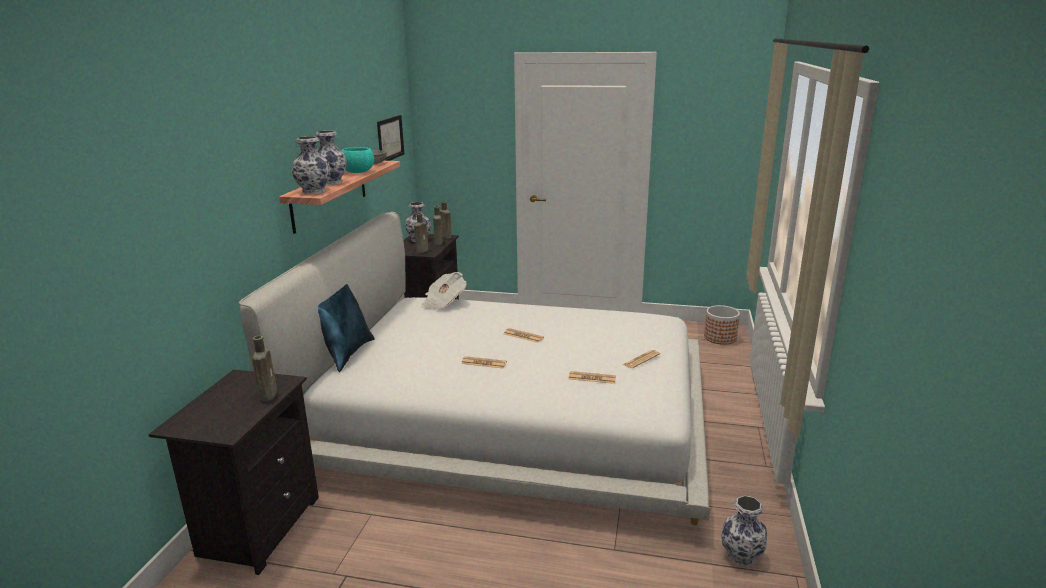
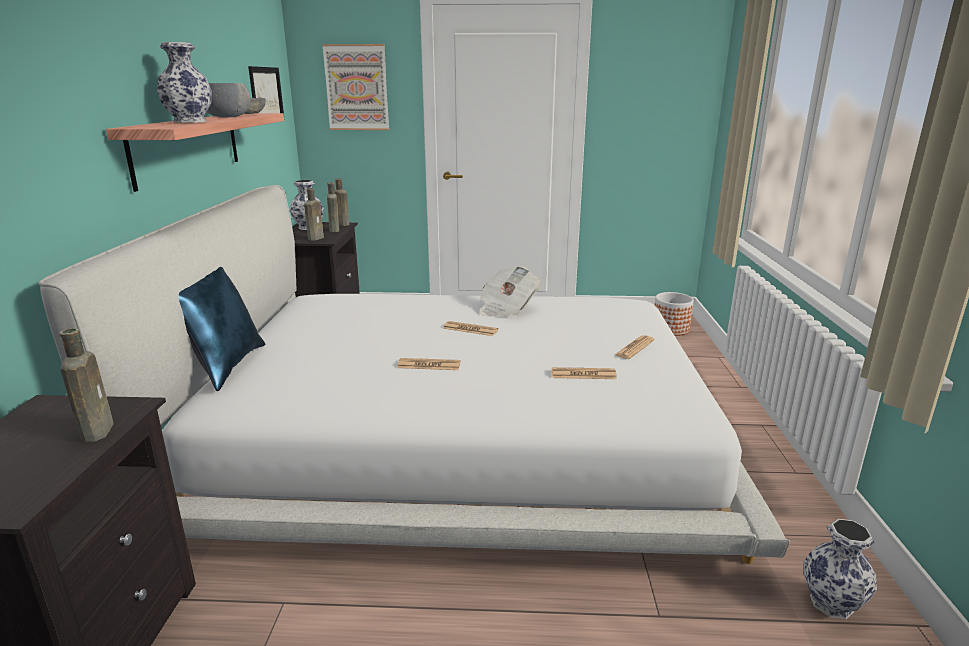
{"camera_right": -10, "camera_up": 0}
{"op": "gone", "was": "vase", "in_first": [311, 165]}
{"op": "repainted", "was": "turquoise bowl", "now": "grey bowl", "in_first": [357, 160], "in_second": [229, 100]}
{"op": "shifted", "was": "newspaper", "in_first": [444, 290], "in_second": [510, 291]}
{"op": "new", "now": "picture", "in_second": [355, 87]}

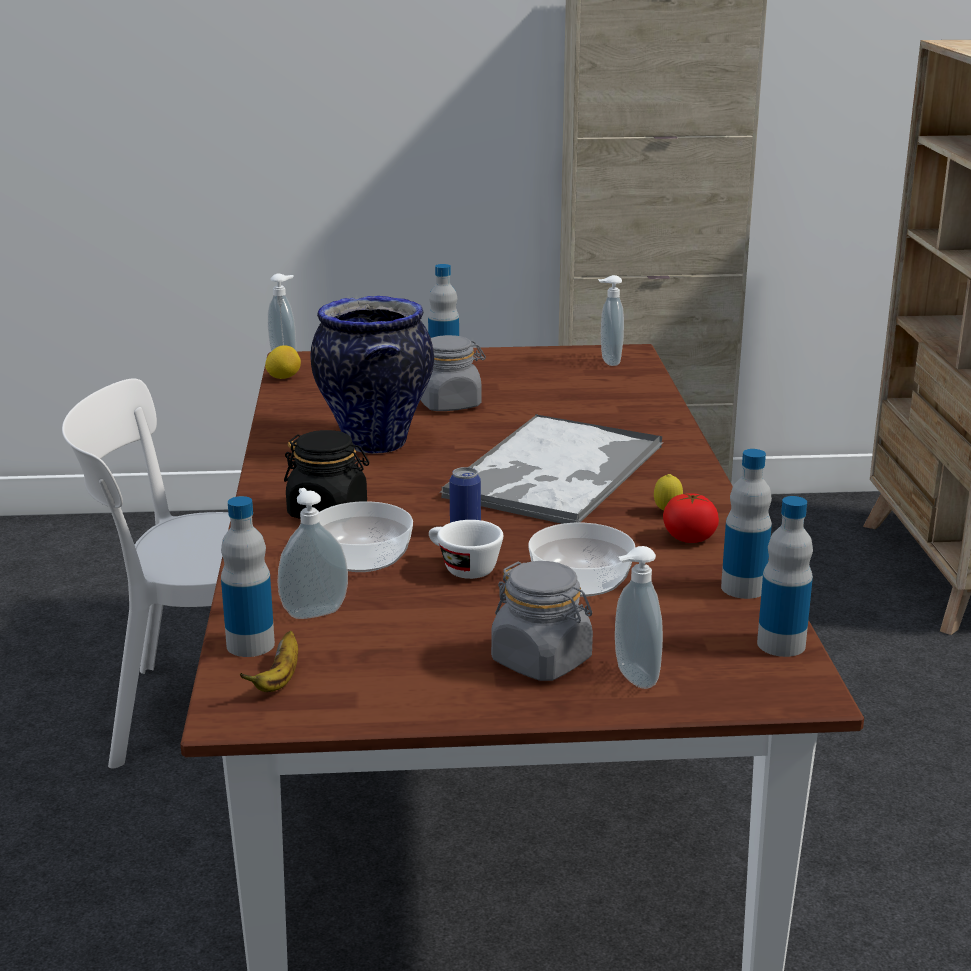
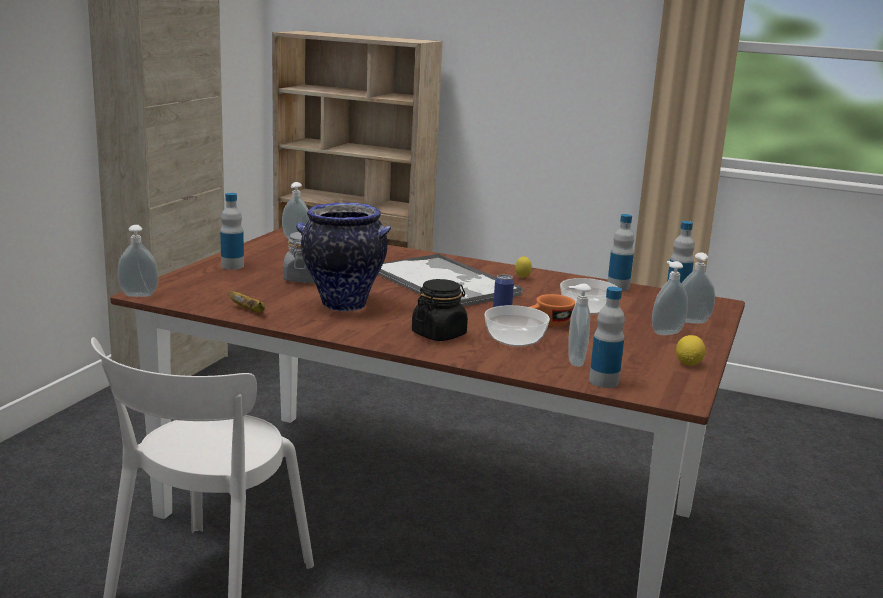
{"camera_right": -65, "camera_up": -5}
{"op": "shifted", "was": "banana", "in_first": [268, 661], "in_second": [246, 302]}
{"op": "shifted", "was": "lemon", "in_first": [283, 362], "in_second": [691, 350]}
{"op": "repainted", "was": "white cup", "now": "orange cup", "in_first": [466, 549], "in_second": [552, 310]}
{"op": "swapped", "was": "grey jar", "now": "soap dispenser", "in_first": [542, 621], "in_second": [670, 298]}
{"op": "gone", "was": "tomato", "in_first": [691, 518]}

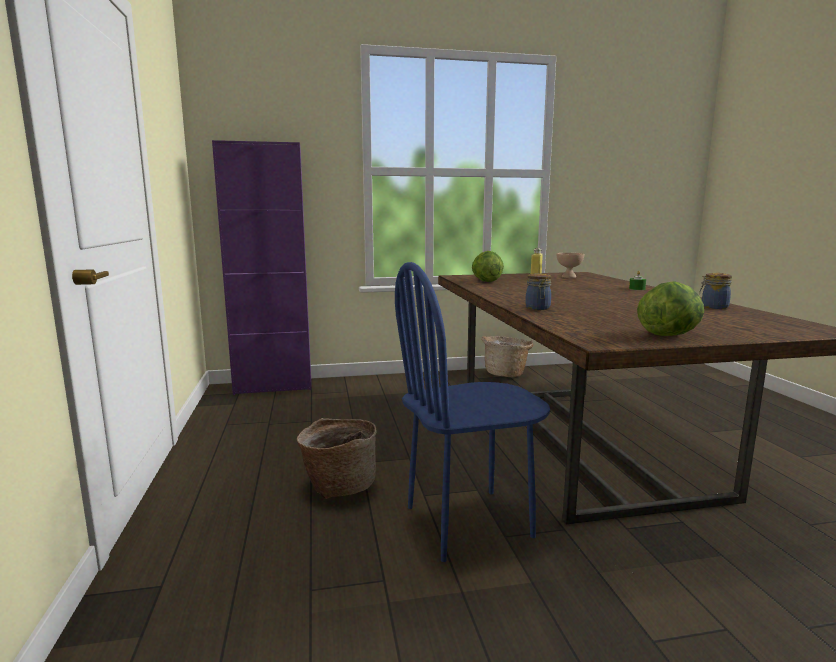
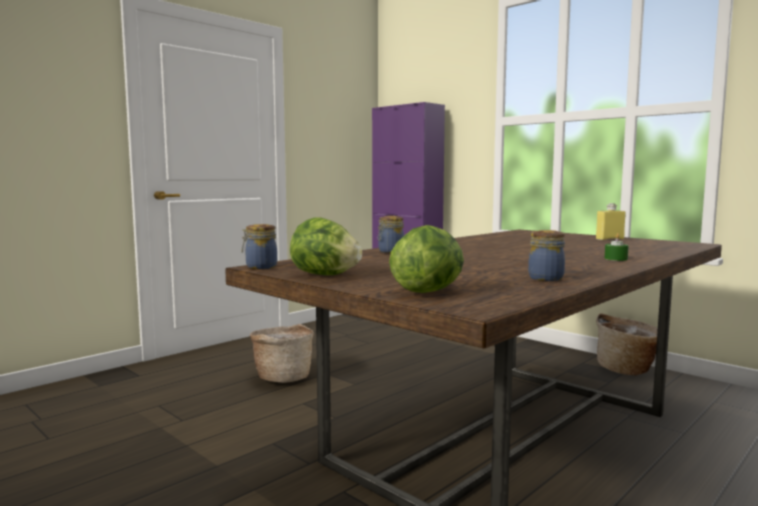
{"camera_right": 55, "camera_up": -5}
{"op": "gone", "was": "blue chair", "in_first": [472, 412]}
{"op": "shifted", "was": "lettuce", "in_first": [488, 266], "in_second": [426, 259]}
{"op": "gone", "was": "beige bowl", "in_first": [571, 265]}
{"op": "new", "now": "jar", "in_second": [259, 246]}

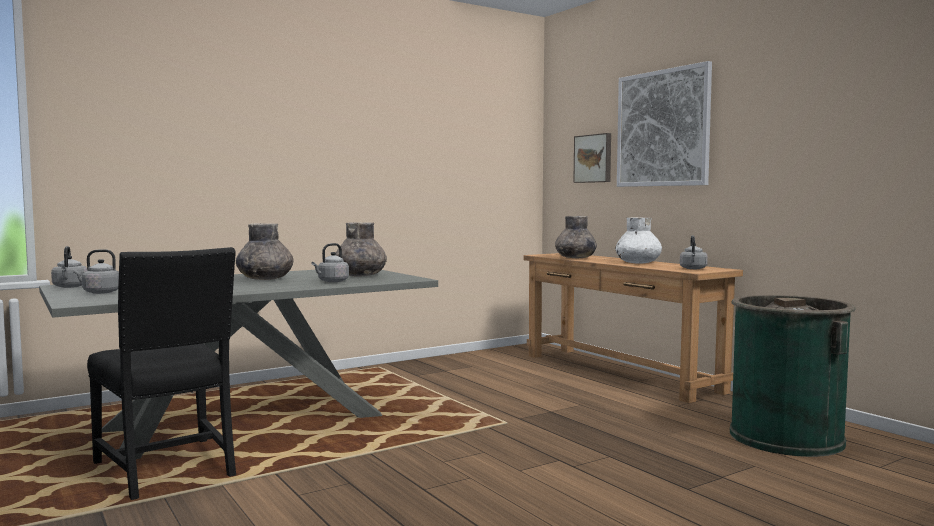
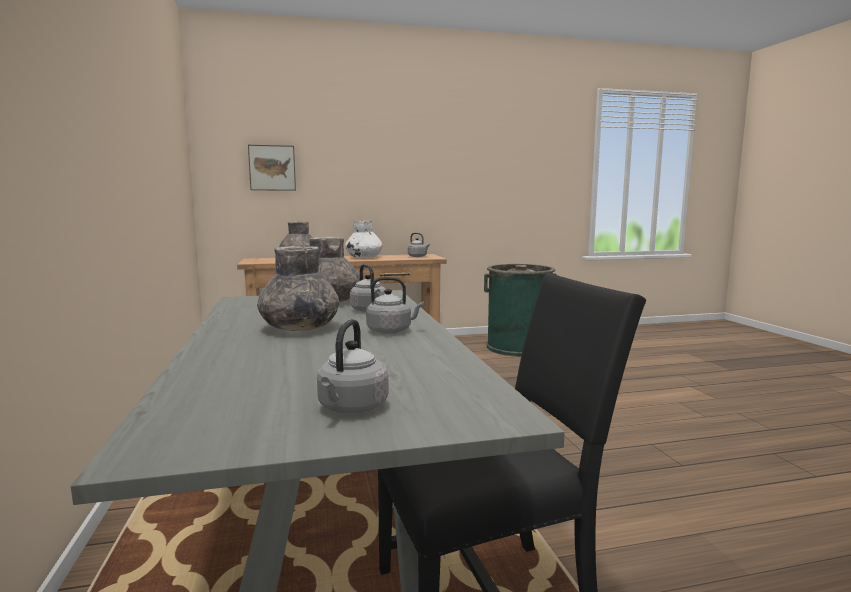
{"camera_right": -70, "camera_up": 5}
{"op": "shifted", "was": "grey kettle", "in_first": [69, 267], "in_second": [395, 305]}
{"op": "gone", "was": "picture", "in_first": [664, 124]}

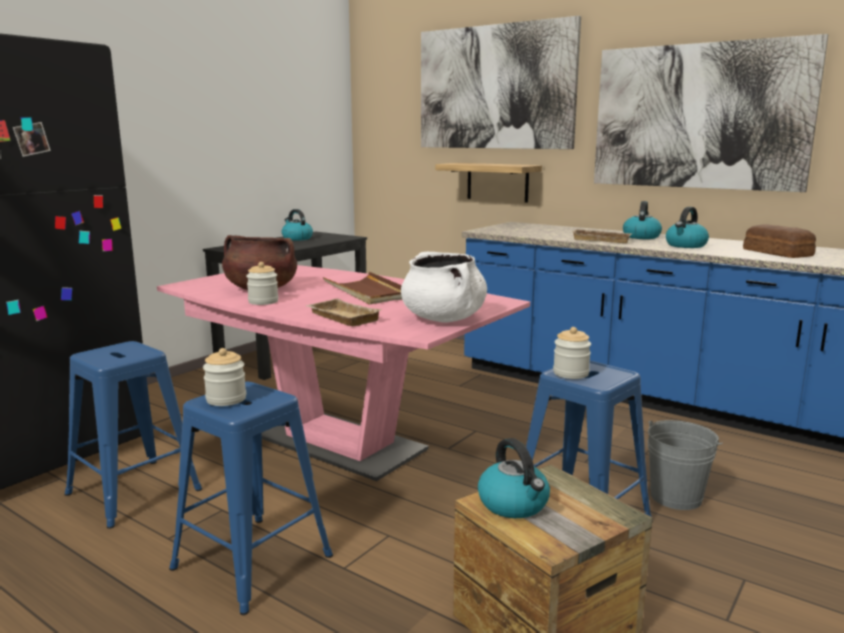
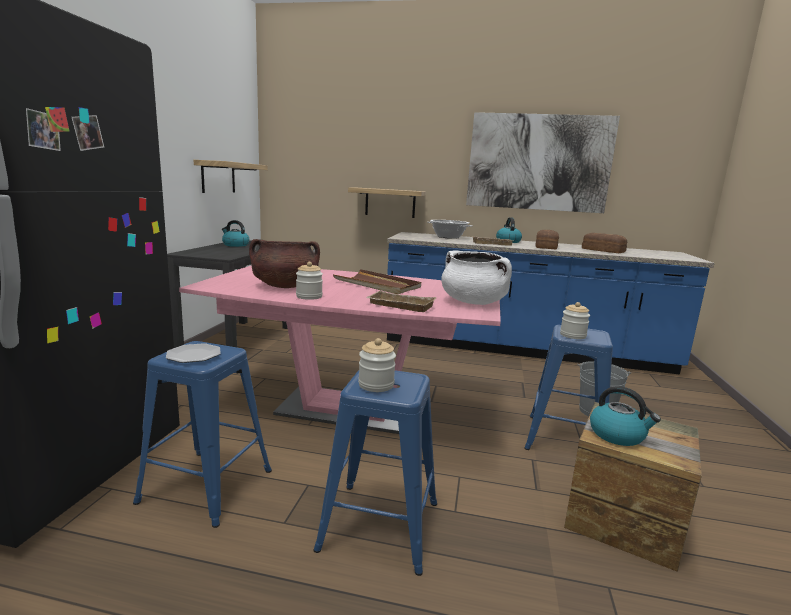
{"camera_right": -25, "camera_up": 0}
{"op": "gone", "was": "picture", "in_first": [501, 82]}
{"op": "swapped", "was": "kettle", "now": "bread", "in_first": [687, 227], "in_second": [547, 239]}
{"op": "new", "now": "plate", "in_second": [193, 353]}
{"op": "new", "now": "shelf", "in_second": [231, 176]}
{"op": "new", "now": "cooking pot", "in_second": [450, 229]}

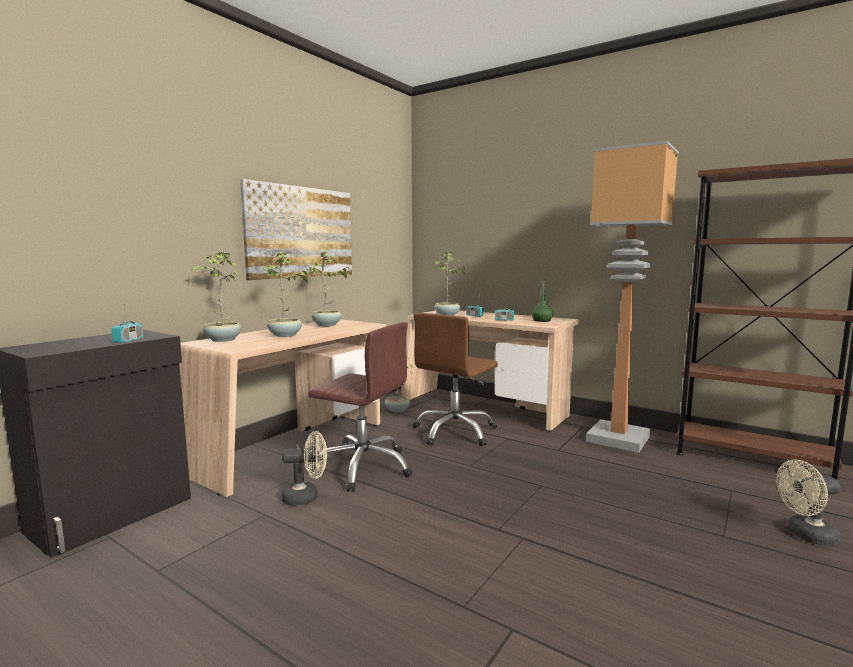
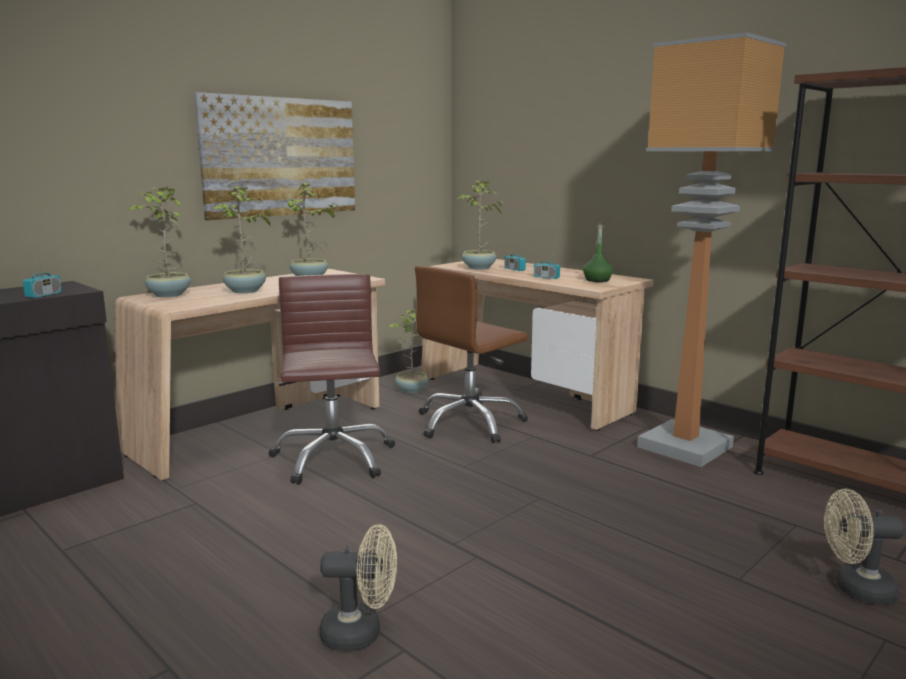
{"camera_right": 10, "camera_up": 5}
{"op": "shifted", "was": "beige fan", "in_first": [304, 468], "in_second": [358, 587]}
{"op": "rotated", "was": "brown office chair", "in_first": [360, 407], "in_second": [332, 379], "clockwise": -135}

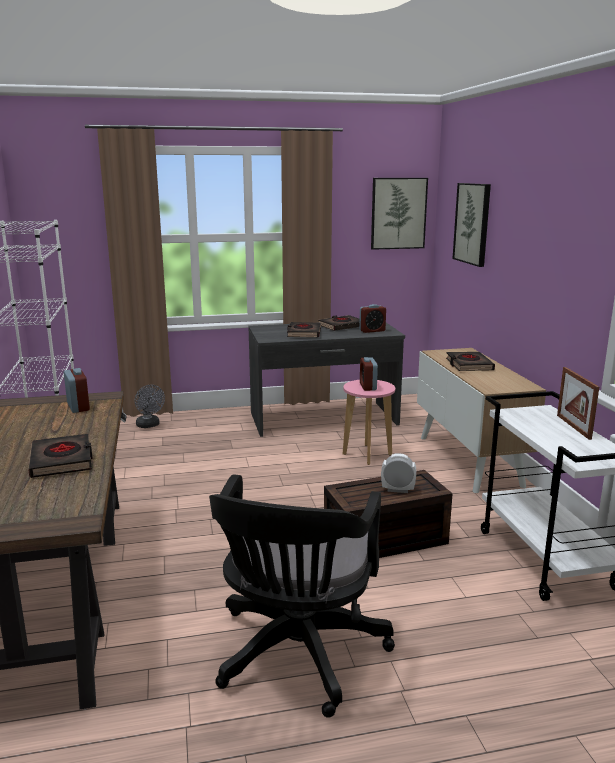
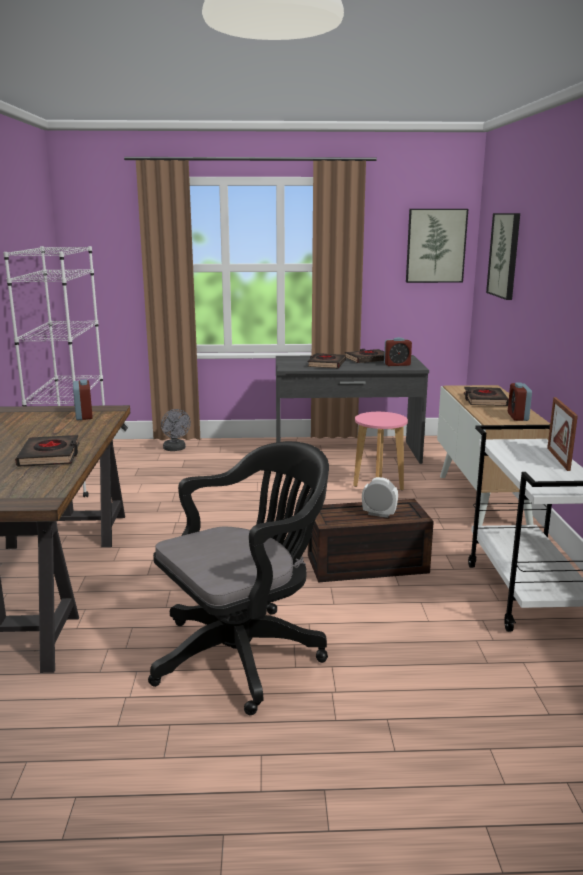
{"camera_right": 10, "camera_up": 0}
{"op": "rotated", "was": "black office chair", "in_first": [302, 596], "in_second": [238, 578], "clockwise": -150}
{"op": "shifted", "was": "alarm clock", "in_first": [369, 374], "in_second": [520, 402]}

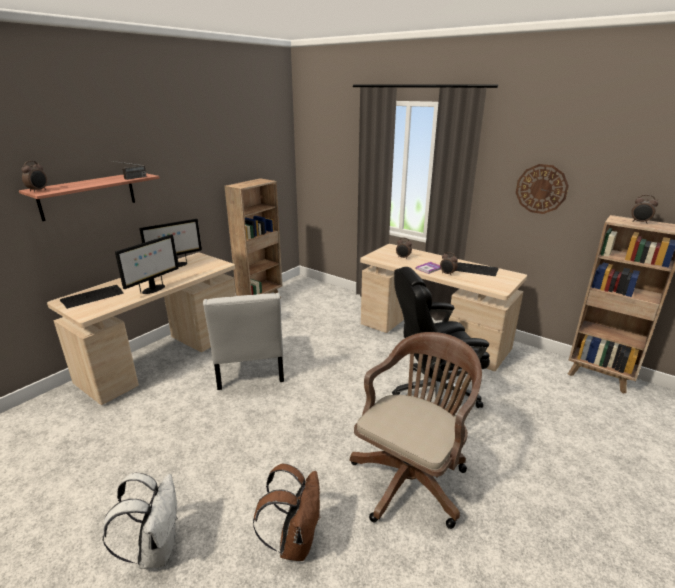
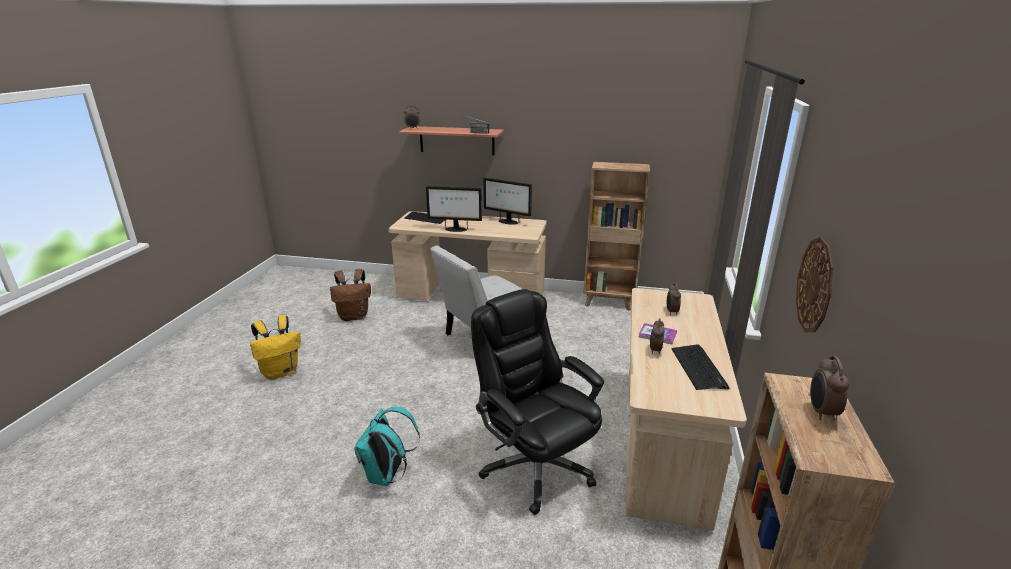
{"camera_right": 65, "camera_up": 0}
{"op": "repainted", "was": "white backpack", "now": "yellow backpack", "in_first": [140, 521], "in_second": [275, 347]}
{"op": "shifted", "was": "brown backpack", "in_first": [286, 512], "in_second": [350, 295]}
{"op": "swapped", "was": "brown office chair", "now": "turquoise backpack", "in_first": [416, 430], "in_second": [387, 446]}

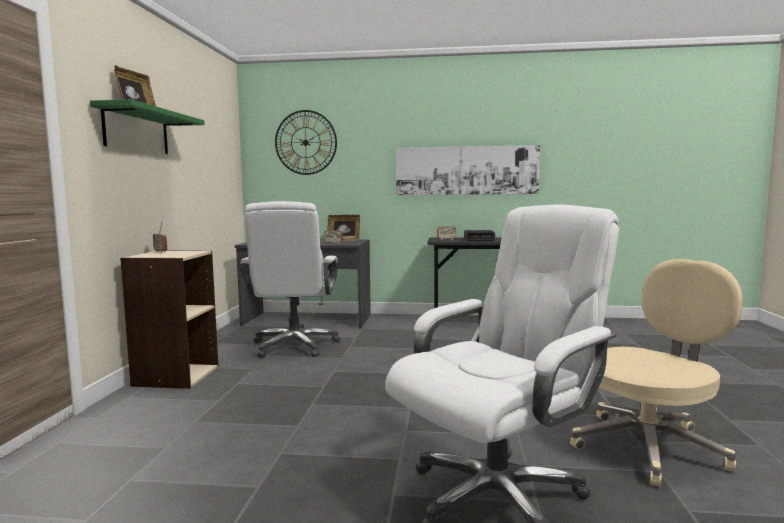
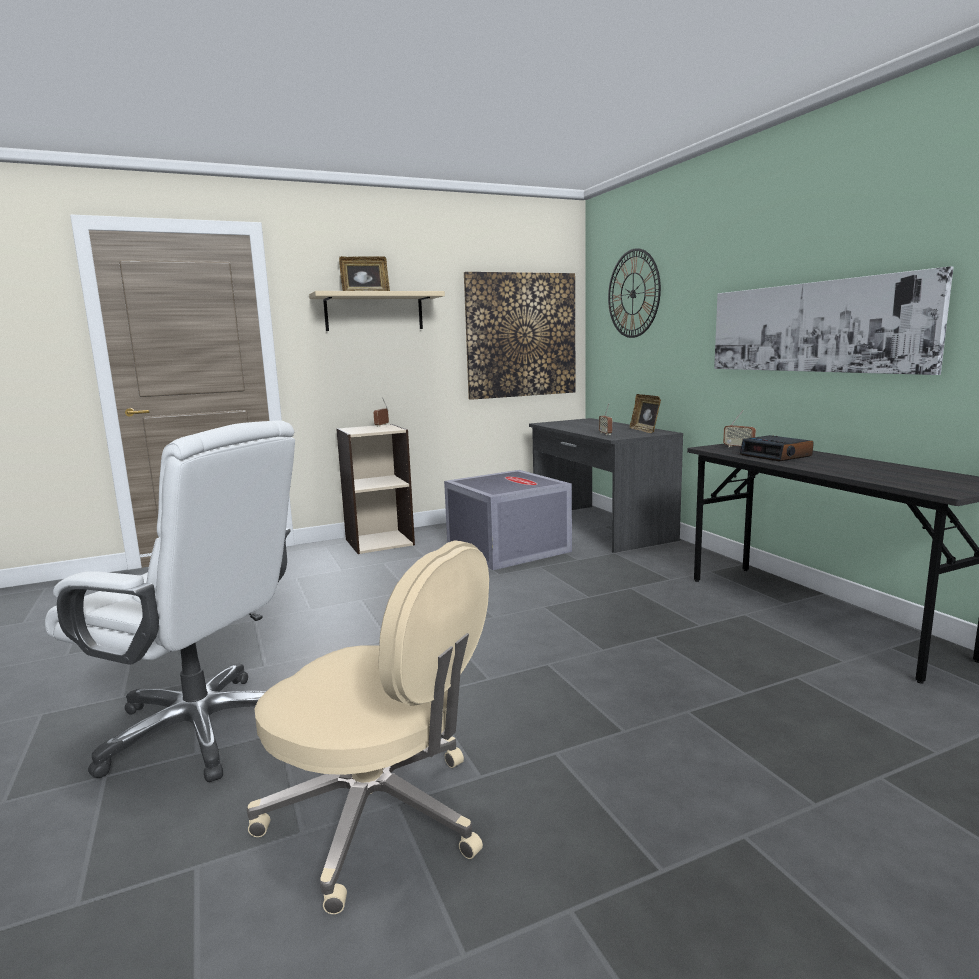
{"camera_right": 60, "camera_up": 5}
{"op": "repainted", "was": "green shelf", "now": "beige shelf", "in_first": [147, 126], "in_second": [377, 311]}
{"op": "swapped", "was": "white office chair", "now": "grey storage box", "in_first": [290, 279], "in_second": [508, 520]}
{"op": "new", "now": "picture", "in_second": [520, 336]}

